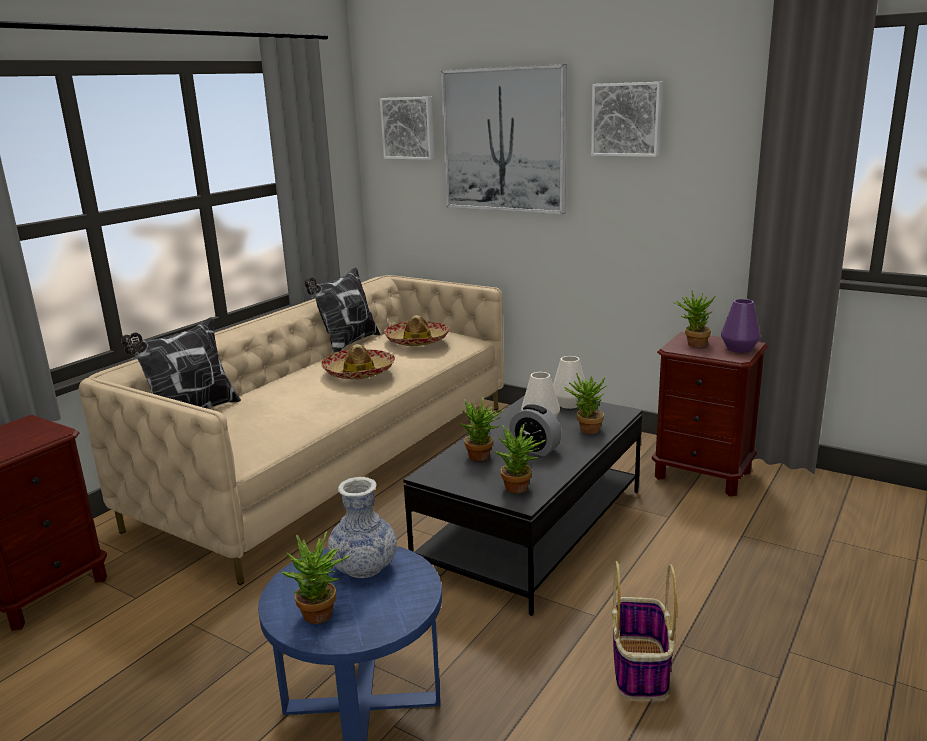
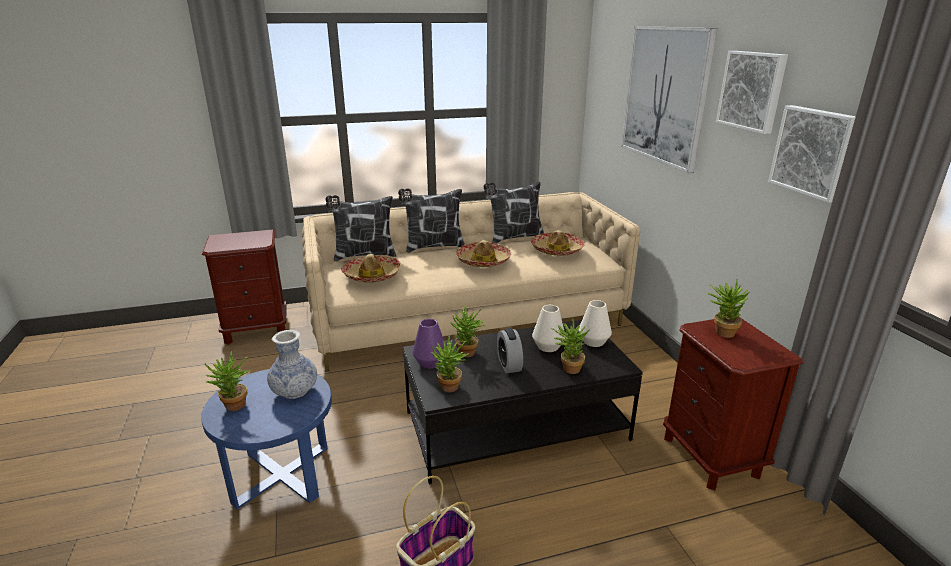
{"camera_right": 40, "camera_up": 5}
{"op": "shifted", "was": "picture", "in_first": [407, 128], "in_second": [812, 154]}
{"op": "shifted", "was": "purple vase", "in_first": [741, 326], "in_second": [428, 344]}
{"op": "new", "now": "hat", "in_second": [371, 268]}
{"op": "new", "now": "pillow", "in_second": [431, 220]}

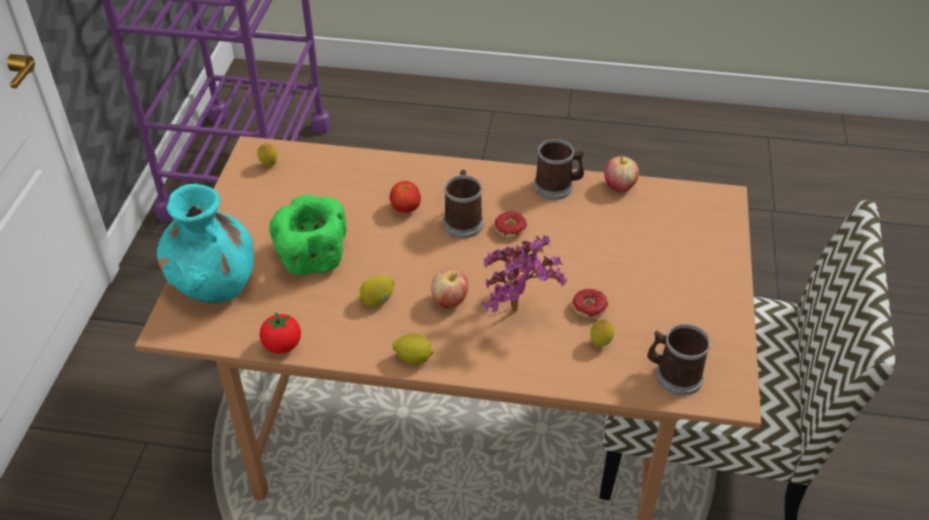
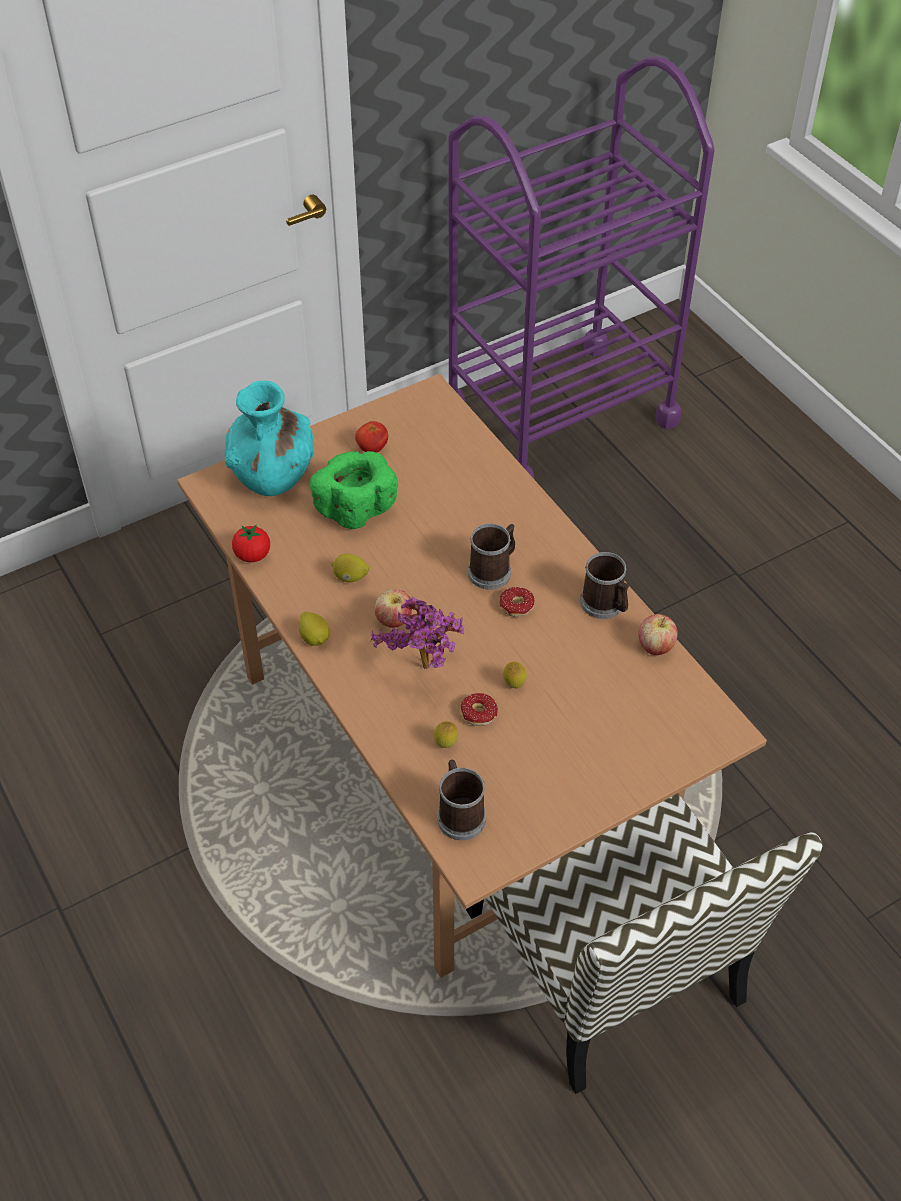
{"camera_right": 50, "camera_up": 5}
{"op": "shifted", "was": "lemon", "in_first": [267, 154], "in_second": [515, 675]}
{"op": "shifted", "was": "tomato", "in_first": [405, 197], "in_second": [371, 437]}

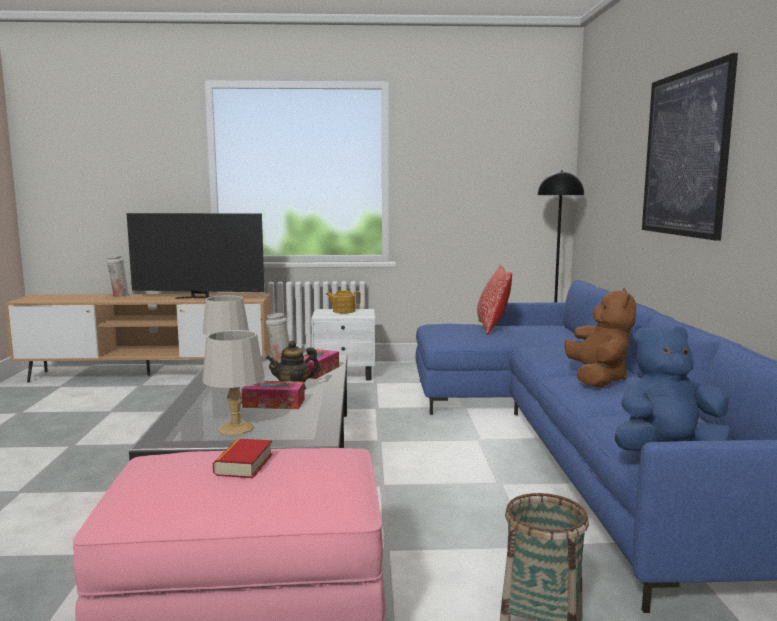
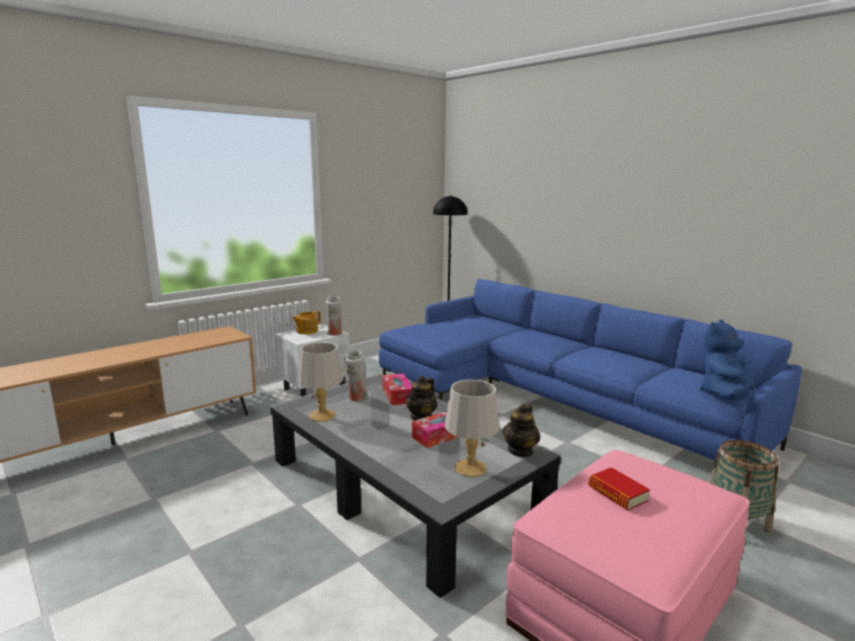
{"camera_right": -40, "camera_up": 5}
{"op": "shifted", "was": "white vase", "in_first": [118, 276], "in_second": [334, 315]}
{"op": "gone", "was": "television", "in_first": [195, 256]}
{"op": "gone", "was": "pillow", "in_first": [494, 300]}
{"op": "gone", "was": "brown plush toy", "in_first": [600, 337]}
{"op": "gone", "was": "picture", "in_first": [690, 147]}
{"op": "new", "now": "teapot", "in_second": [521, 430]}

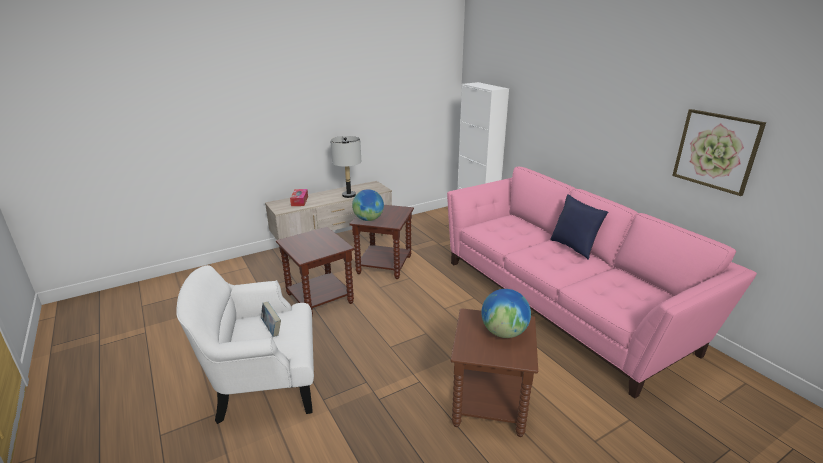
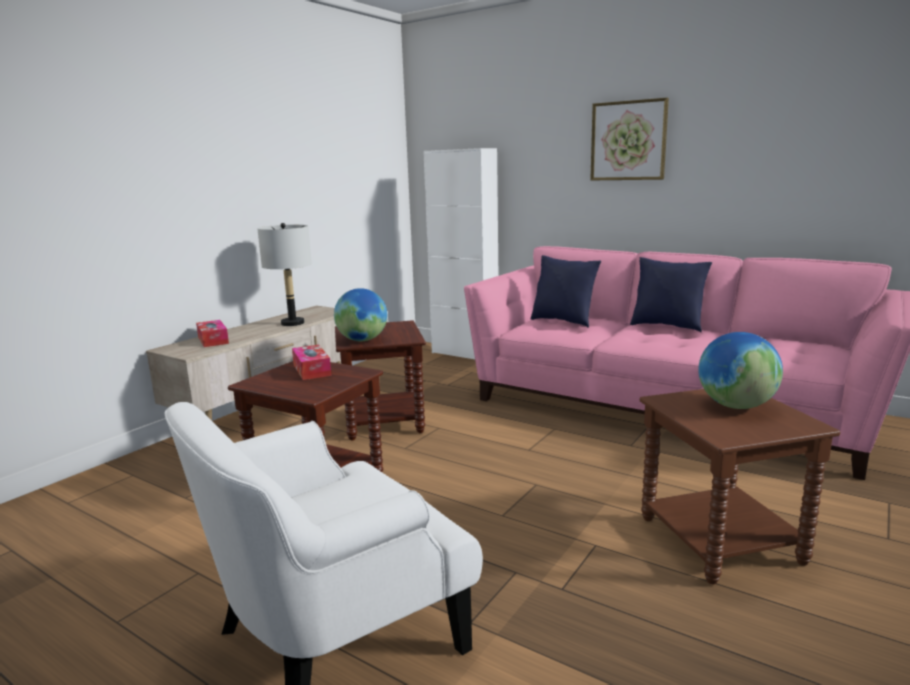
{"camera_right": -25, "camera_up": -10}
{"op": "gone", "was": "book", "in_first": [271, 319]}
{"op": "shifted", "was": "picture", "in_first": [719, 152], "in_second": [629, 139]}
{"op": "new", "now": "tissue box", "in_second": [312, 362]}
{"op": "new", "now": "blue pillow", "in_second": [566, 291]}

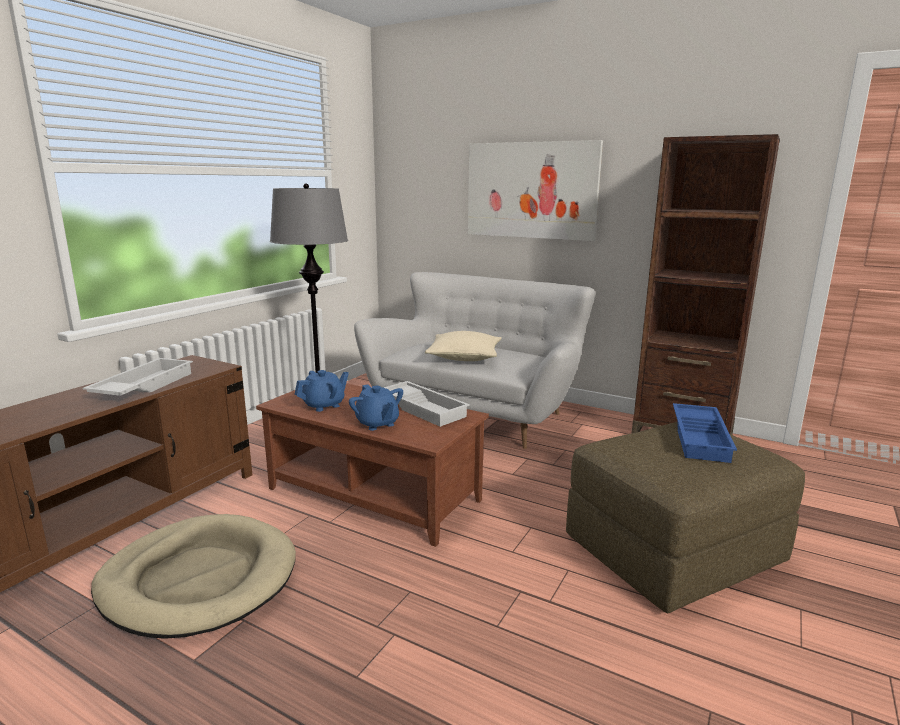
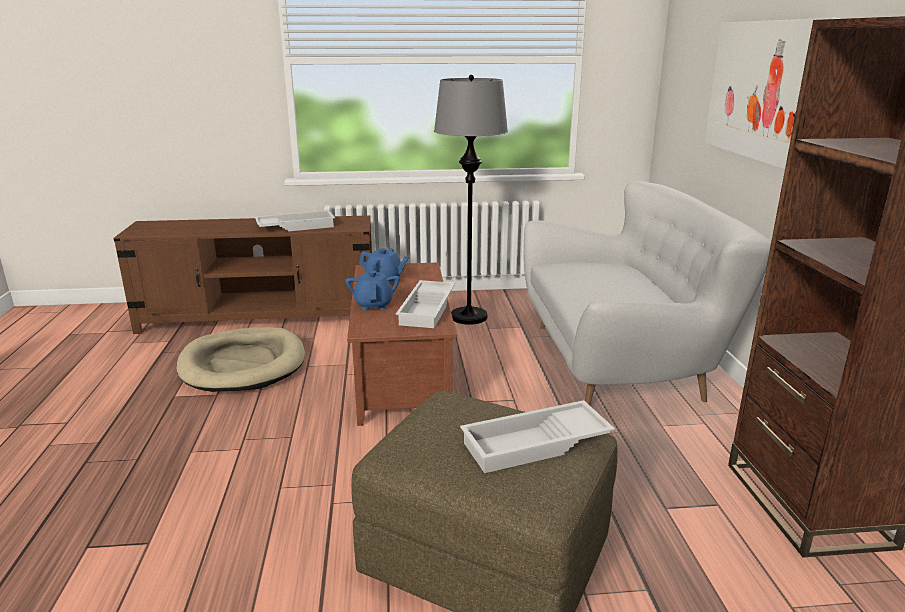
{"camera_right": 55, "camera_up": 5}
{"op": "rotated", "was": "blue teapot", "in_first": [376, 407], "in_second": [372, 290], "clockwise": 150}
{"op": "gone", "was": "beige pillow", "in_first": [463, 346]}
{"op": "repainted", "was": "blue tray", "now": "white tray", "in_first": [705, 433], "in_second": [537, 436]}

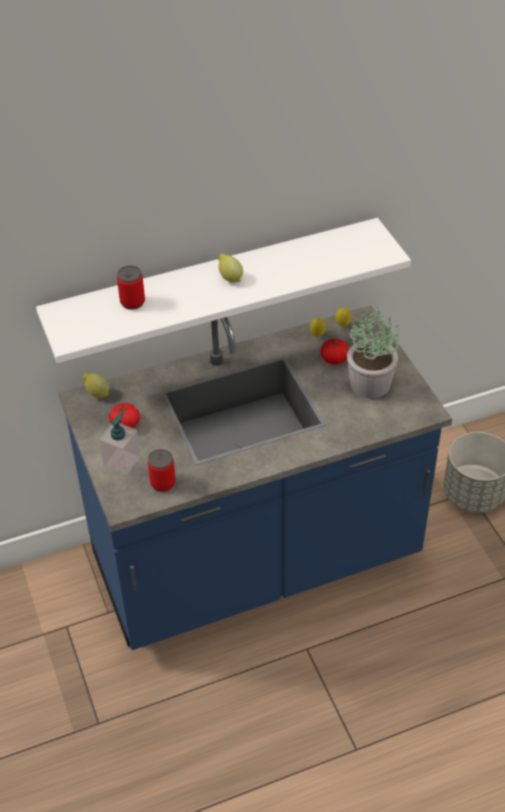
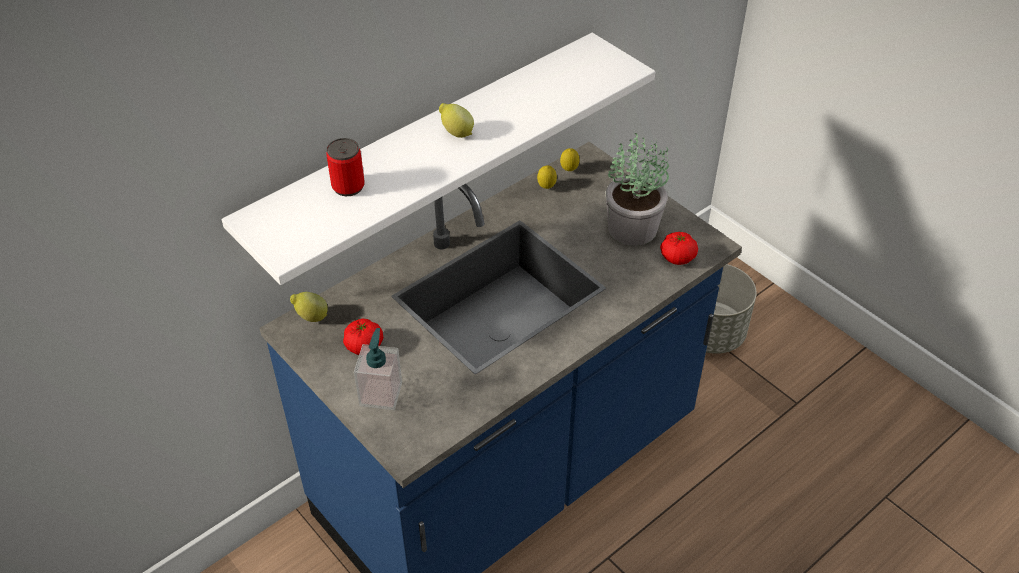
{"camera_right": -20, "camera_up": 0}
{"op": "gone", "was": "can", "in_first": [162, 470]}
{"op": "shifted", "was": "tomato", "in_first": [334, 351], "in_second": [679, 248]}

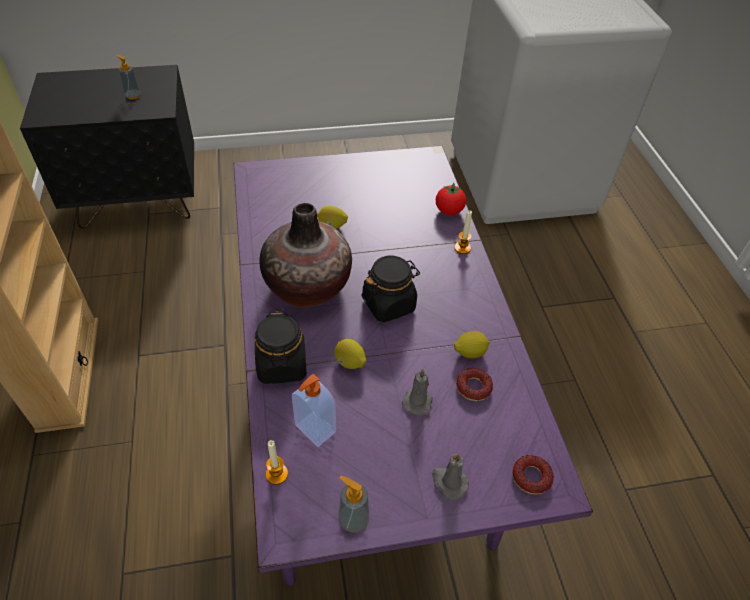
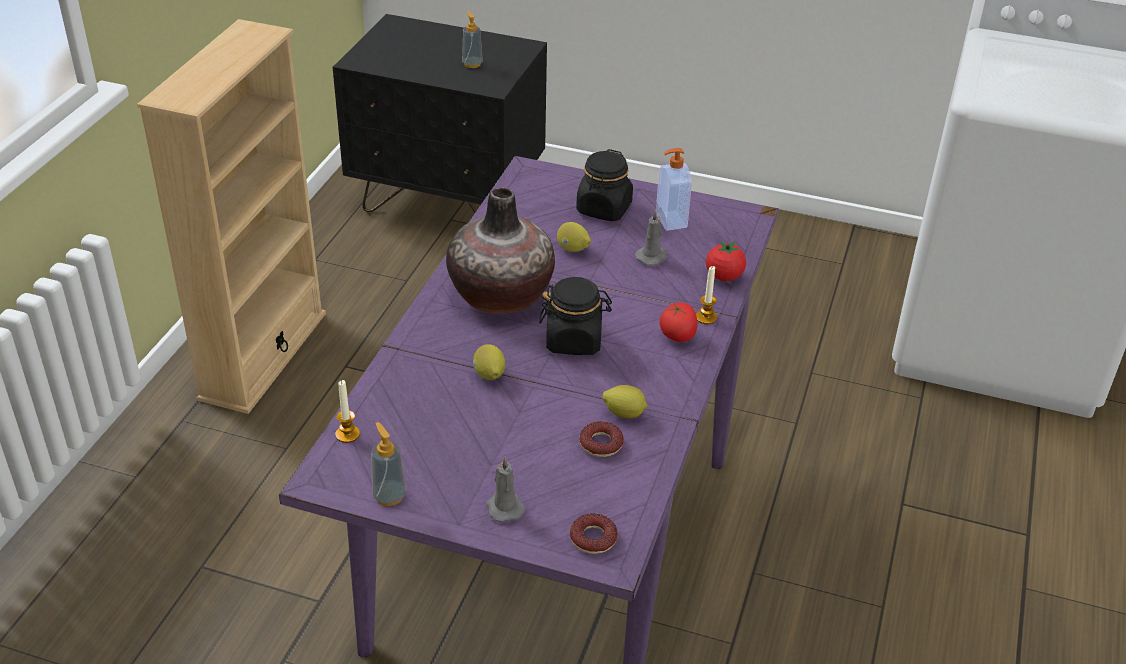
{"camera_right": 30, "camera_up": -10}
{"op": "shifted", "was": "black jar", "in_first": [281, 347], "in_second": [604, 185]}
{"op": "shifted", "was": "soap dispenser", "in_first": [314, 410], "in_second": [674, 189]}
{"op": "shifted", "was": "grey candle", "in_first": [417, 392], "in_second": [651, 237]}
{"op": "new", "now": "tomato", "in_second": [679, 322]}

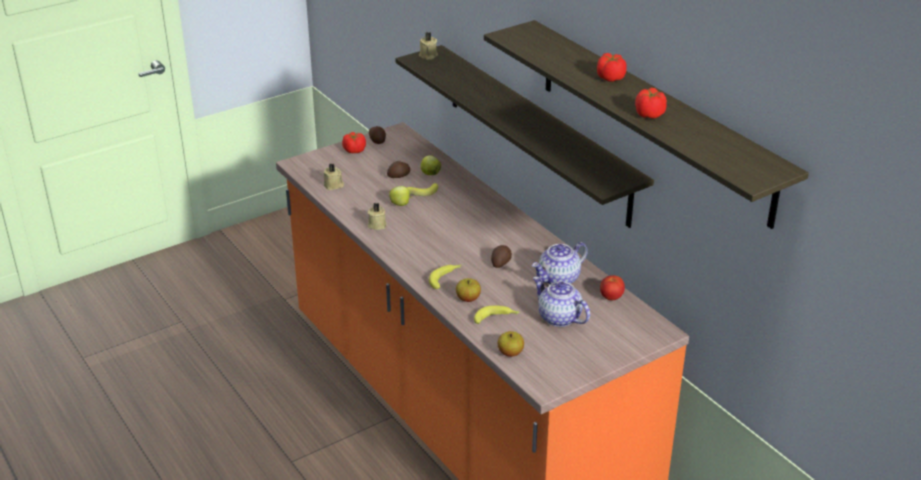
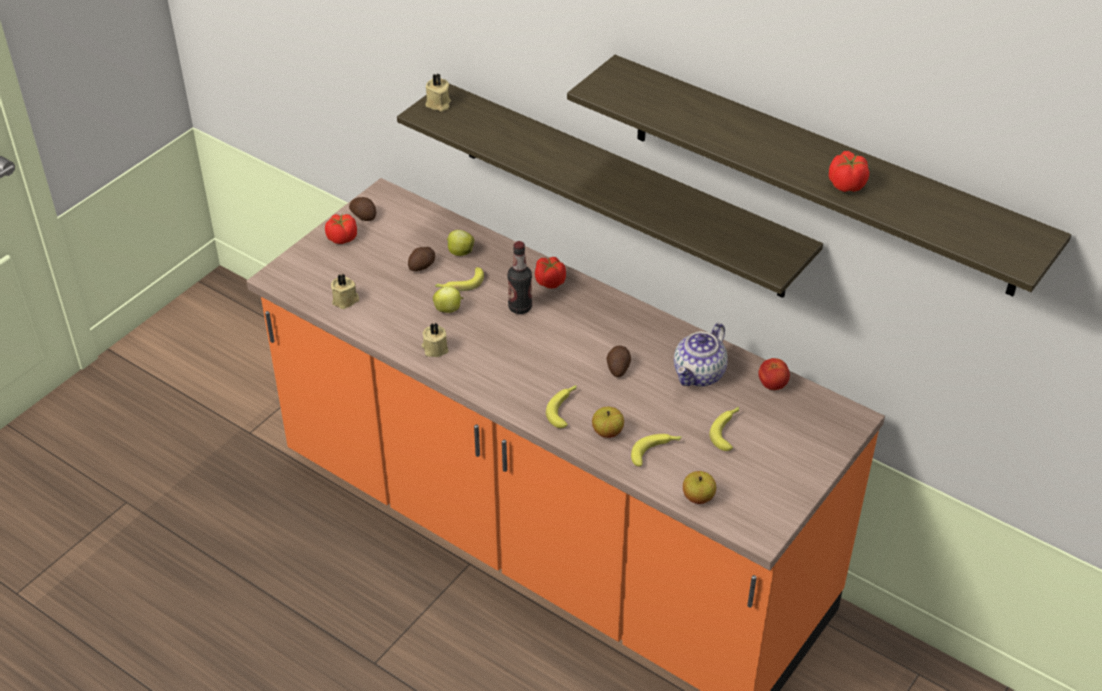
{"camera_right": -20, "camera_up": 10}
{"op": "swapped", "was": "teapot", "now": "banana", "in_first": [561, 302], "in_second": [724, 429]}
{"op": "shifted", "was": "tomato", "in_first": [612, 67], "in_second": [550, 273]}
{"op": "new", "now": "bottle", "in_second": [519, 277]}

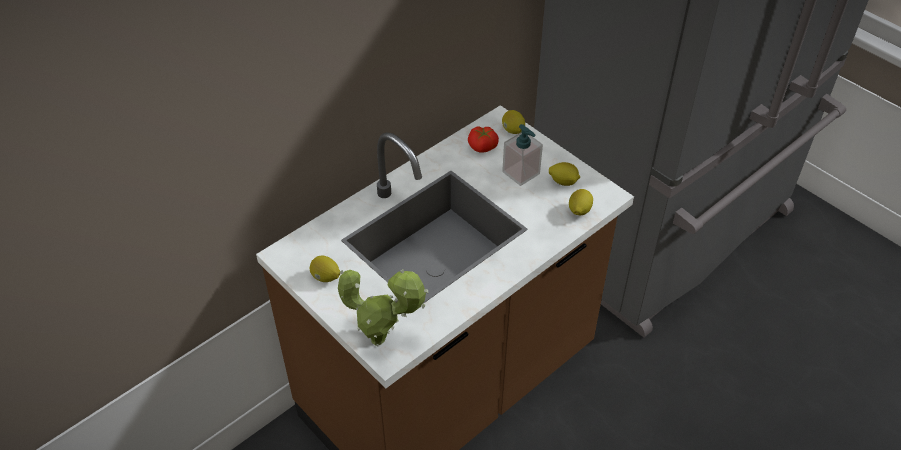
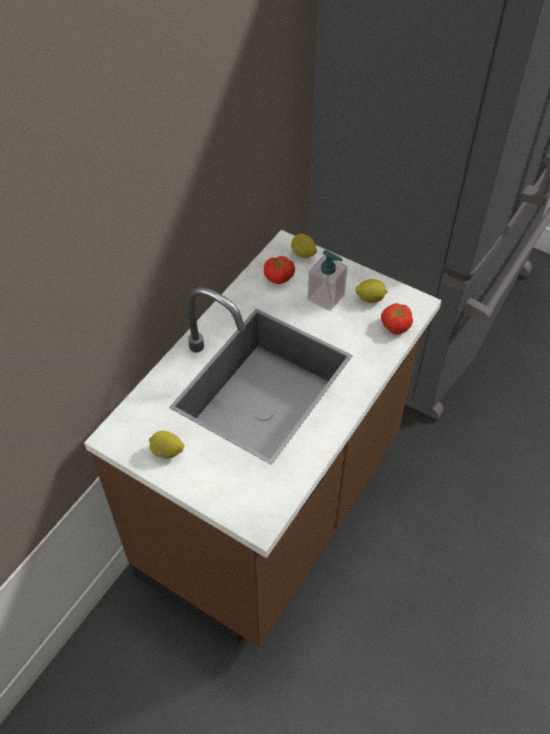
{"camera_right": -15, "camera_up": 5}
{"op": "gone", "was": "potted plant", "in_first": [383, 307]}
{"op": "swapped", "was": "lemon", "now": "tomato", "in_first": [581, 202], "in_second": [397, 319]}

